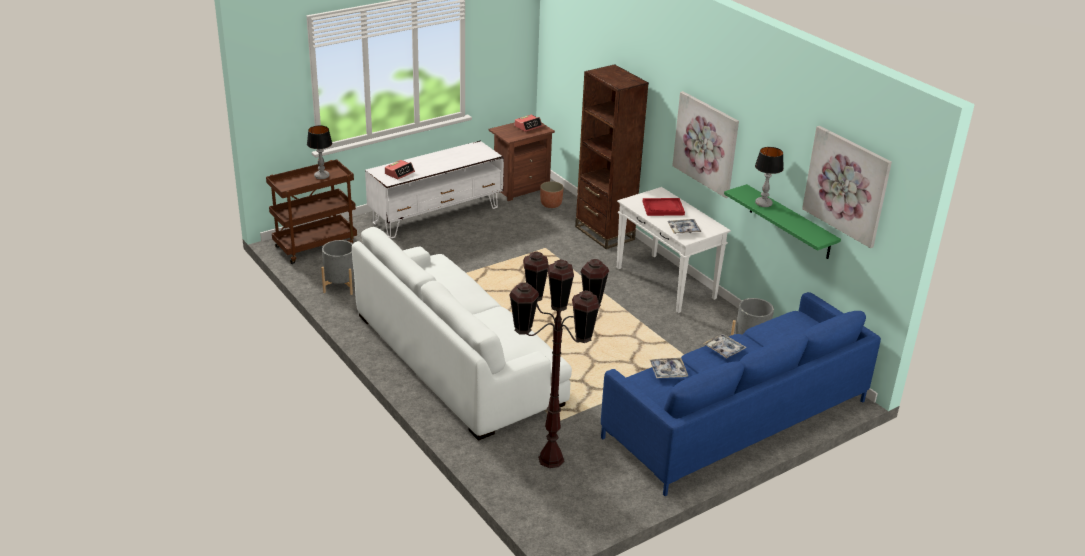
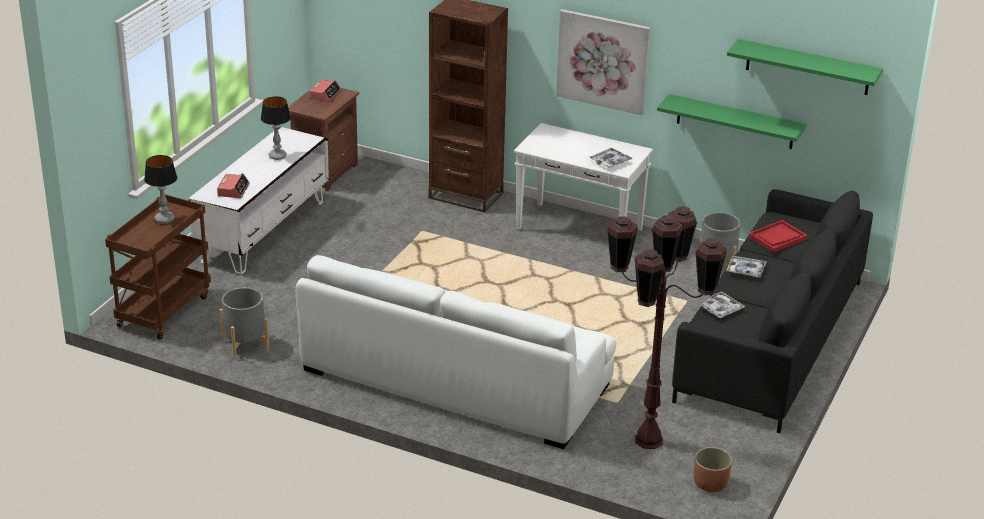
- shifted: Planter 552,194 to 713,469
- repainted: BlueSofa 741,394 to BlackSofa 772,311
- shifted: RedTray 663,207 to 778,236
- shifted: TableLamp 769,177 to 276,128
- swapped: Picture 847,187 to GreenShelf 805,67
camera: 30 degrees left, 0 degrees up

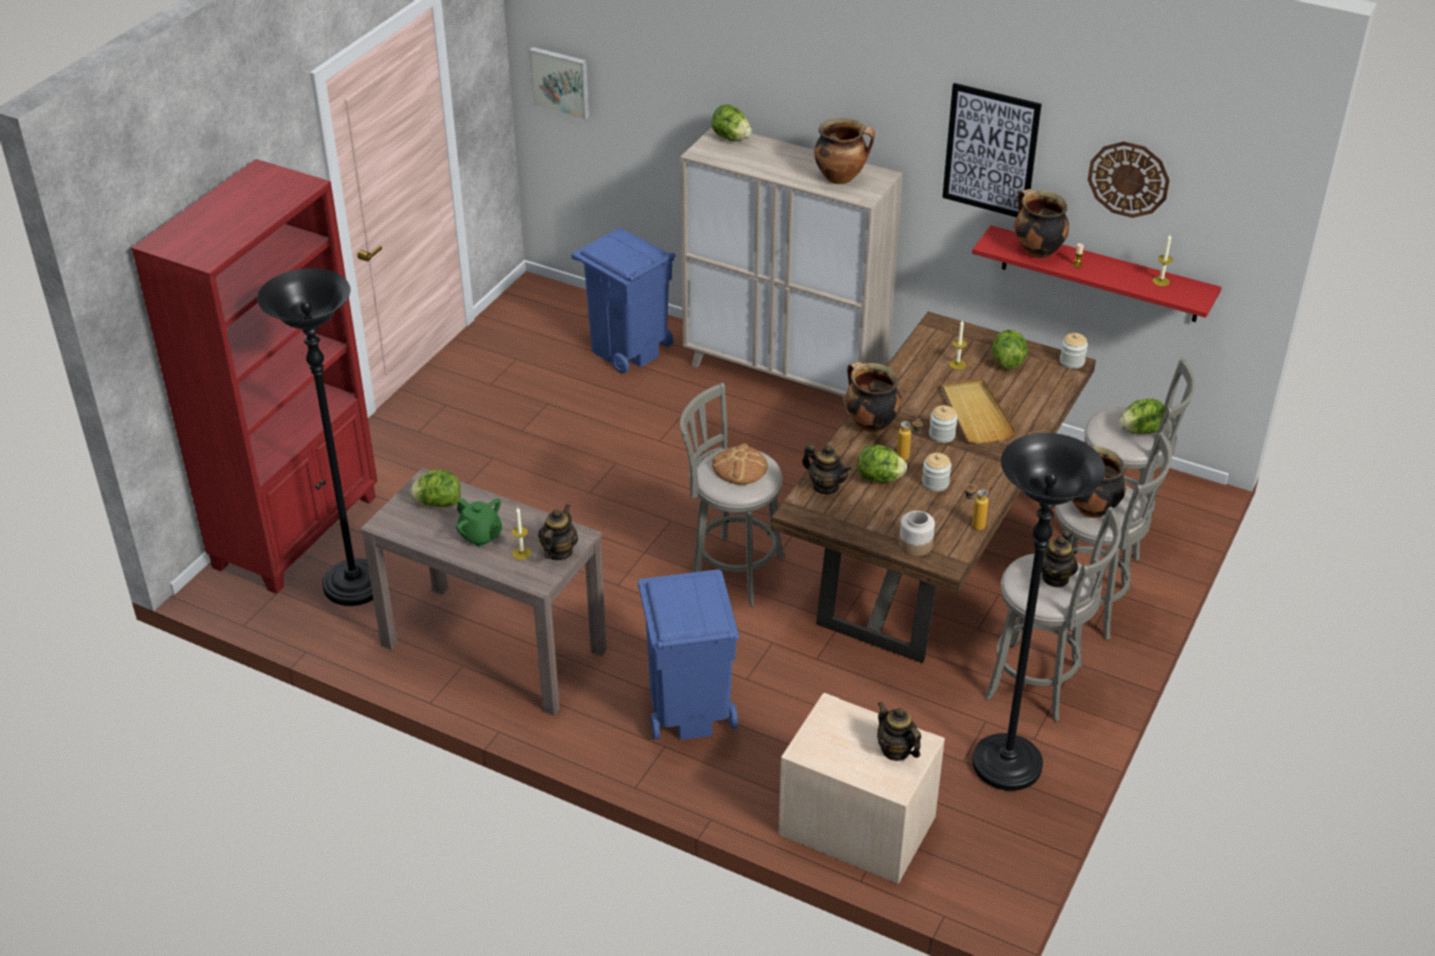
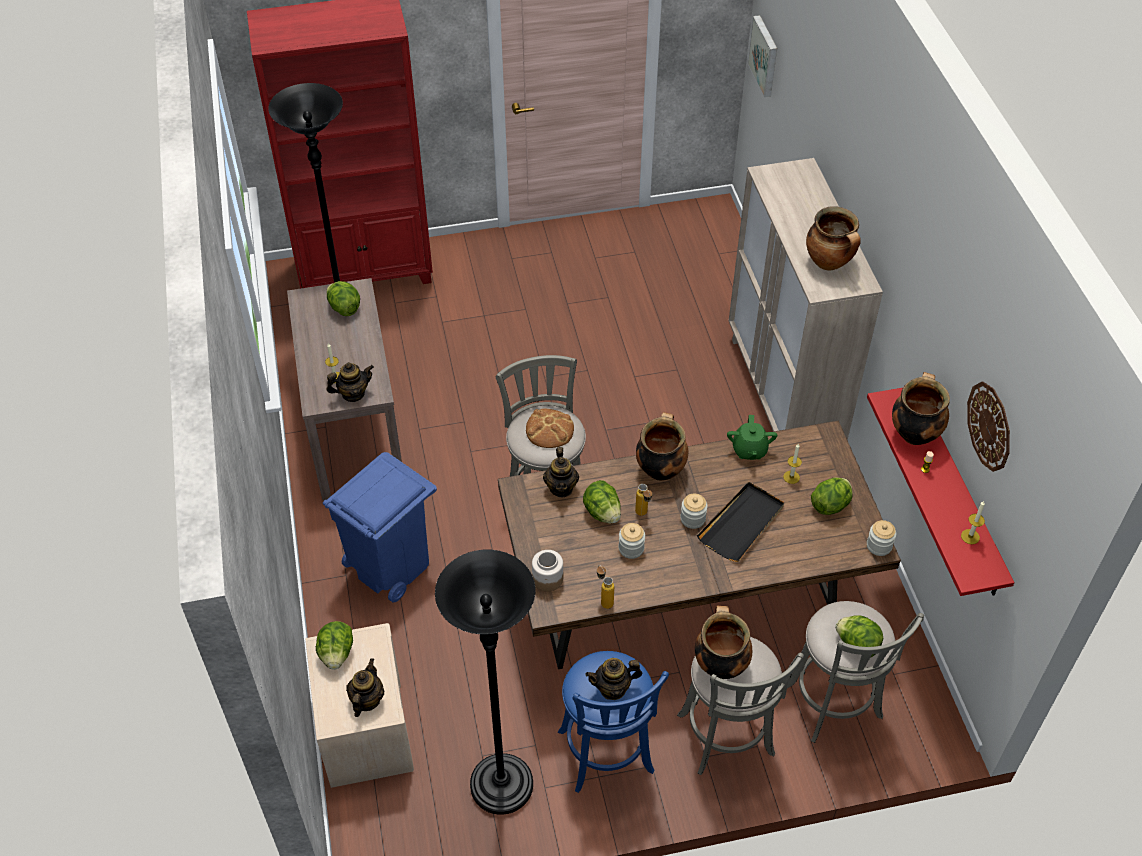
- shifted: GreenTeapot 479,522 to 752,437
- gone: BlueTrashCan 623,301
- shifted: Lettuce 731,123 to 334,645
- repainted: BeigeTray 978,411 to BlackTray 740,522
- gone: Picture 992,150
- repainted: GreyStool 1052,614 to BlueStool 613,722
camera: 50 degrees right, 10 degrees up

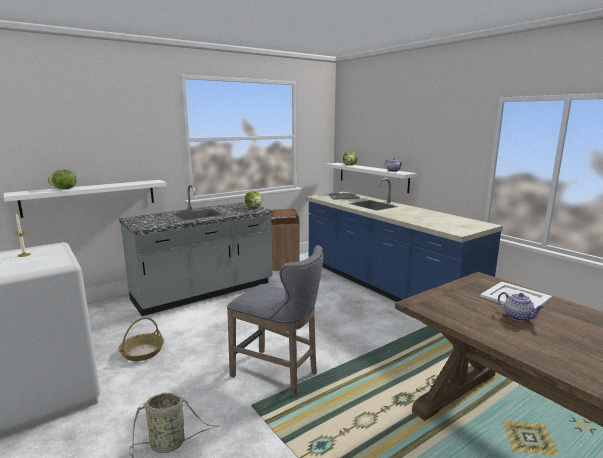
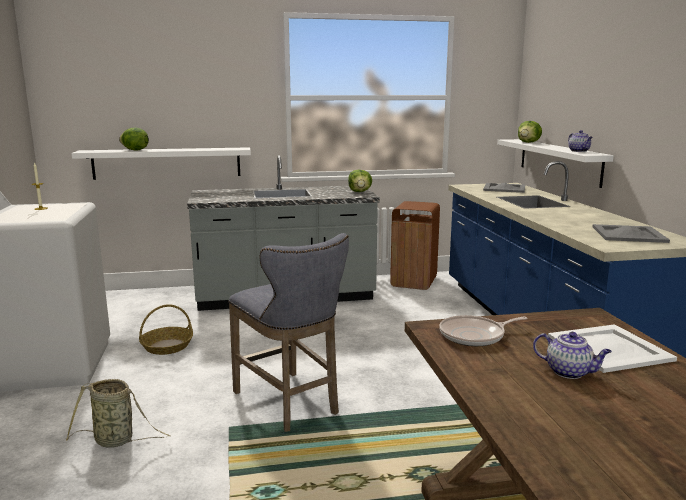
- rotated: Teapot 521,306 = 572,355 45 degrees counterclockwise
- new: FryingPan 483,330
- new: GreyTray 631,233
camera: 25 degrees right, 0 degrees up

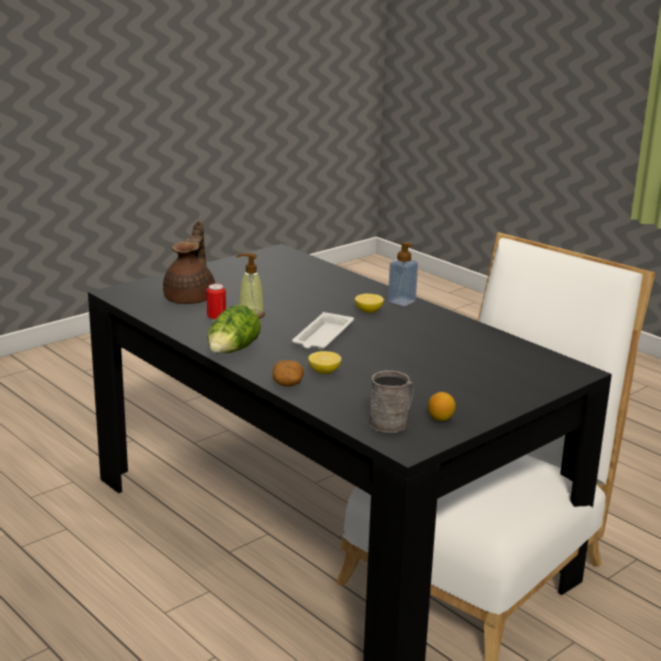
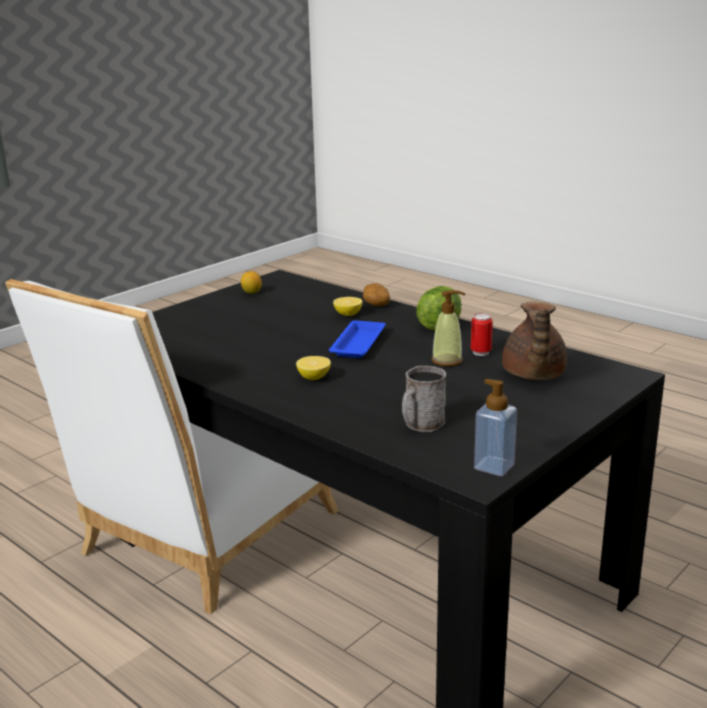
- repainted: WhiteTray 323,331 to BlueTray 357,339
- shifted: GreyMug 392,401 to 424,399
- shifted: SoapDispenser 403,274 to 495,427
camera: 175 degrees right, 0 degrees up

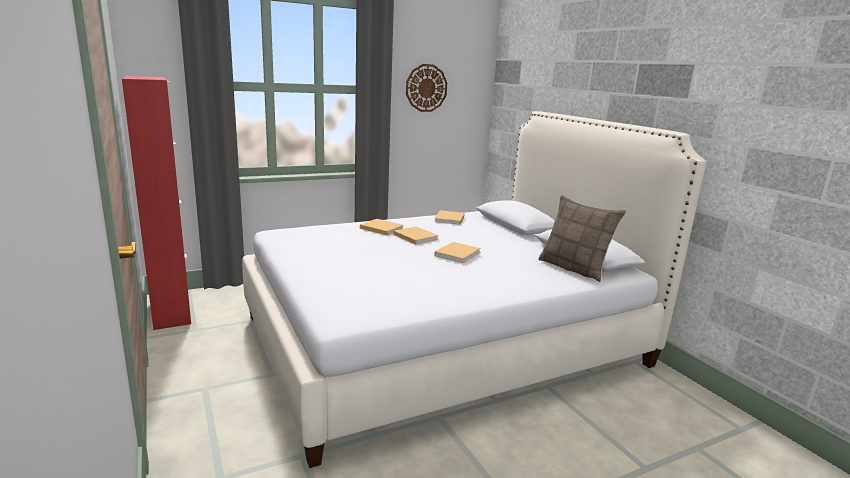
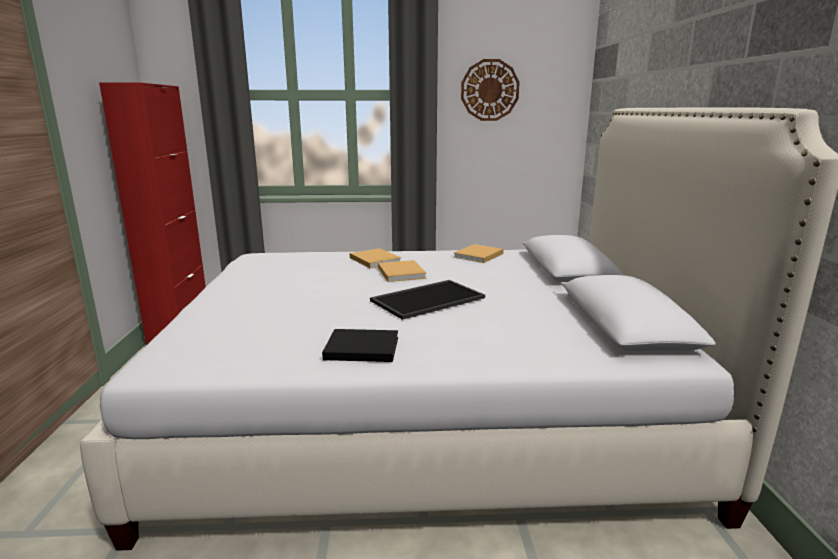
- swapped: BeigeBook 457,252 to Tray 427,300
- gone: Pillow 582,238
- new: BlackBook 360,345
camera: 25 degrees right, 0 degrees up

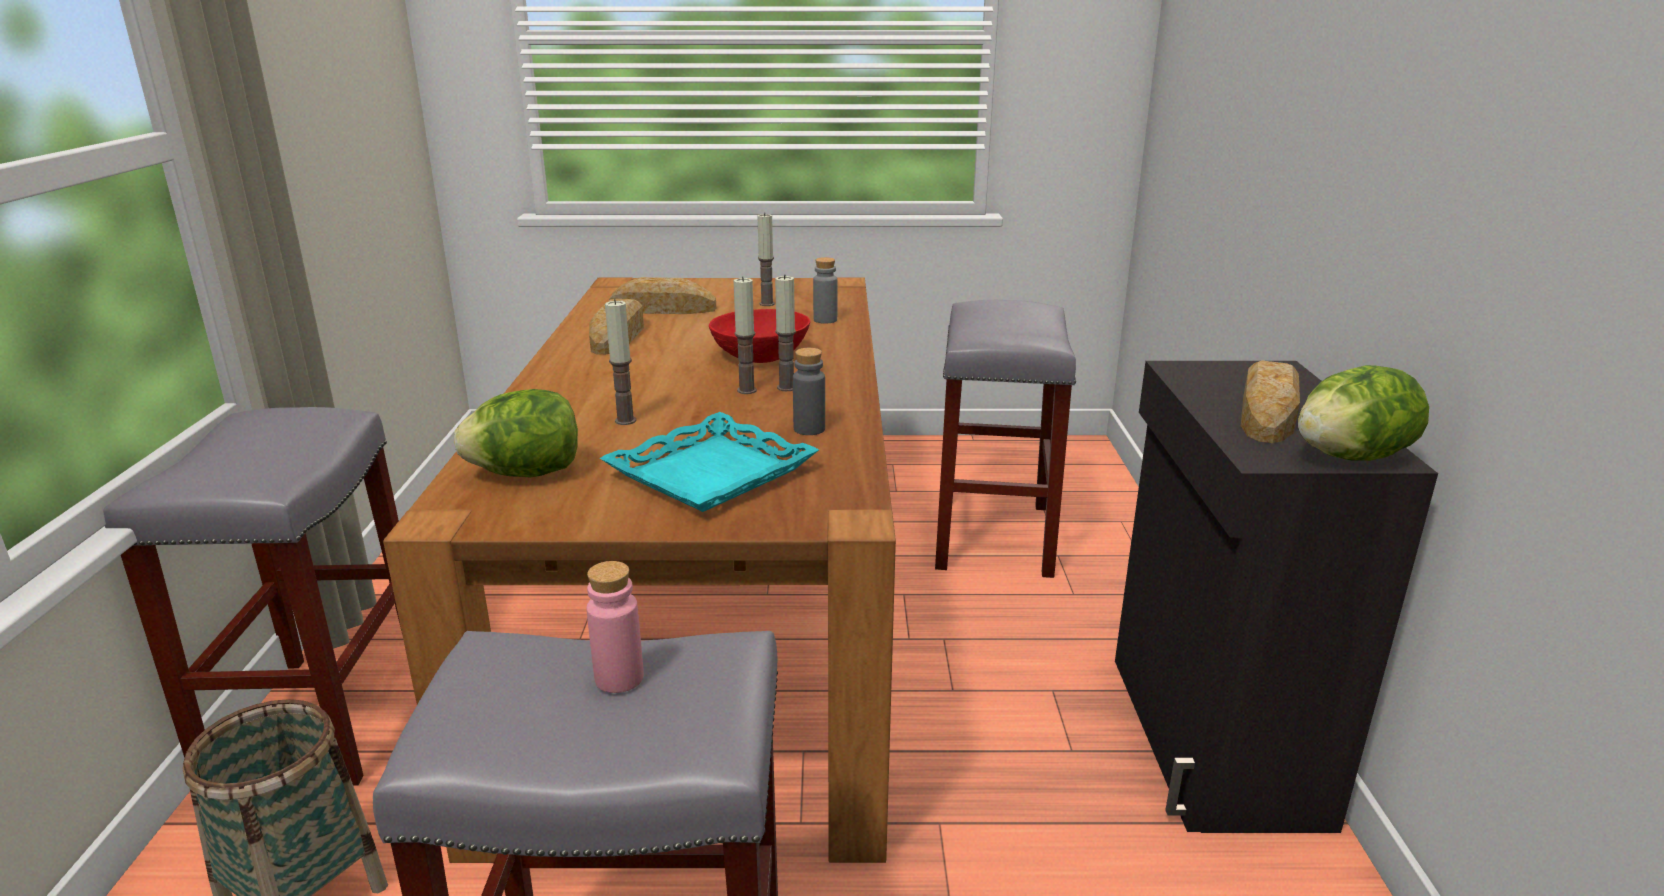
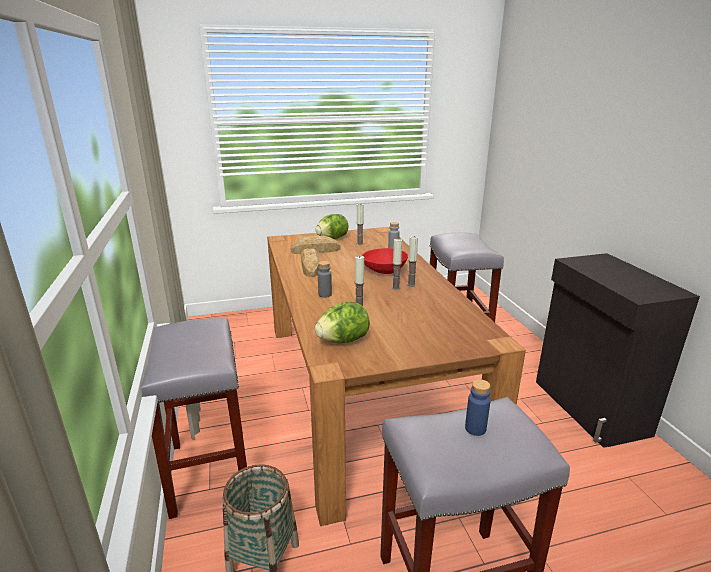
- repainted: PinkBottle 615,627 to BlueBottle 478,407
- gone: TurquoiseTray 709,462
- shifted: GreyBottle 809,391 to 325,279
- gone: Bread 1270,402
- shifted: Lettuce 1363,413 to 332,226
camera: 15 degrees left, 0 degrees up

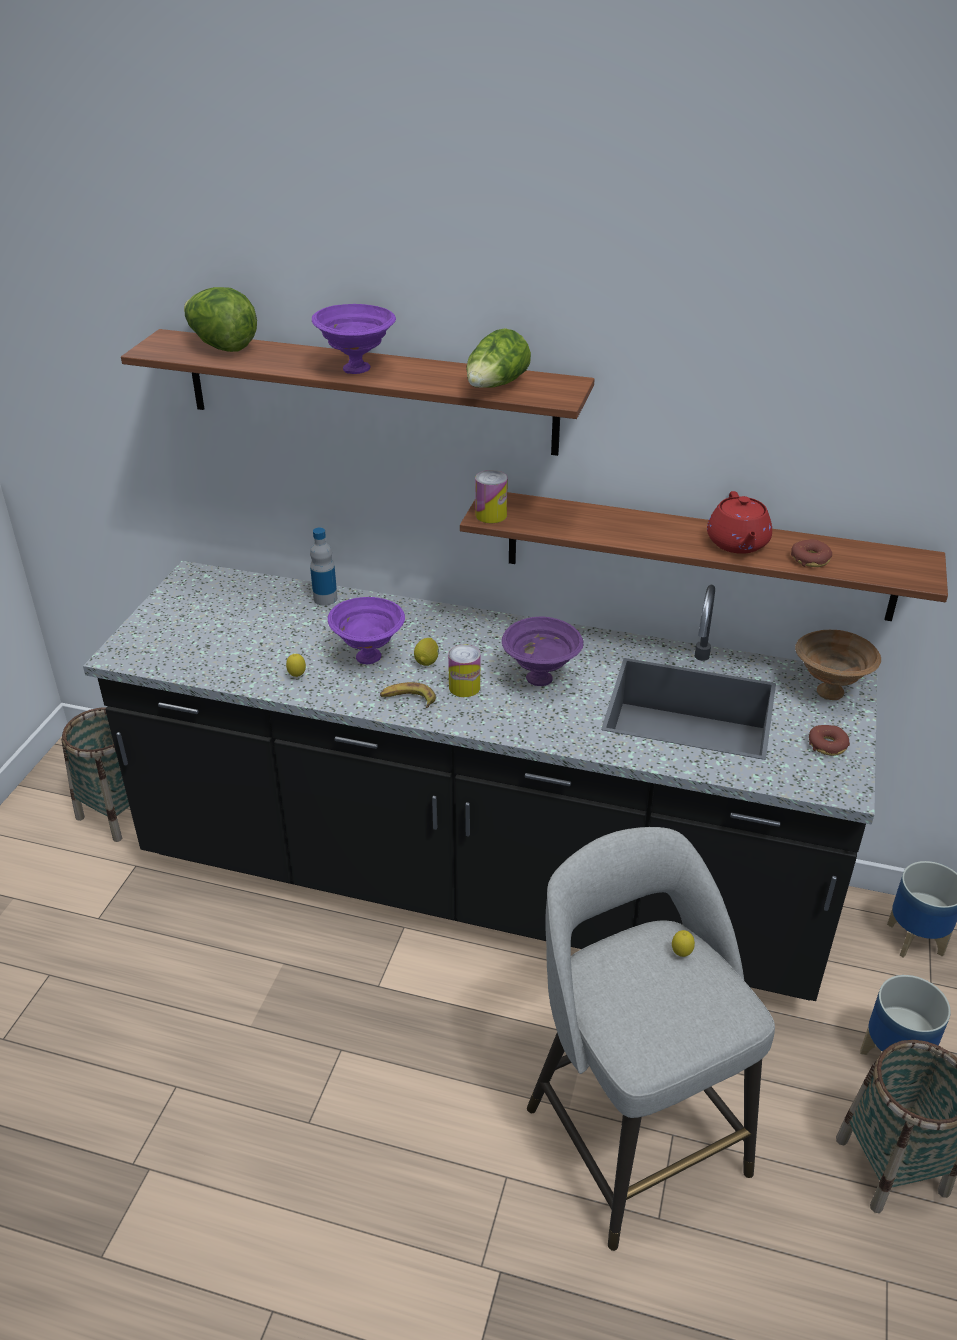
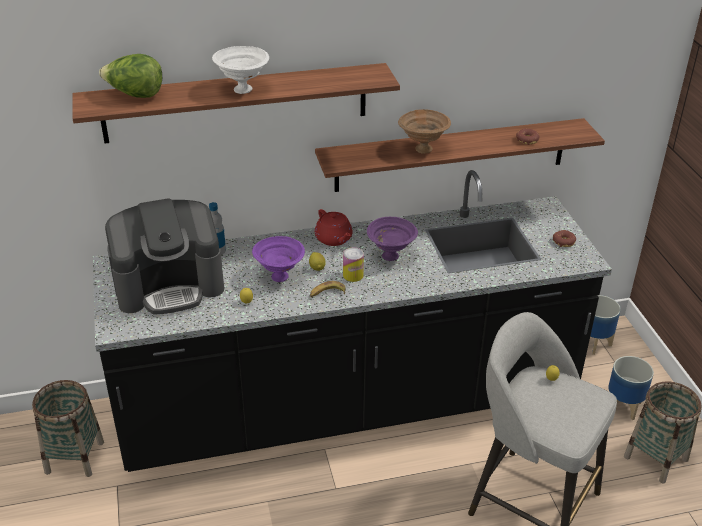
- repainted: PurpleBowl 354,339 to WhiteBowl 240,70
- gone: Lettuce 498,358
- gone: Can 491,496
- shifted: RedTeapot 739,522 to 333,227
- shifted: BrownBowl 838,665 to 424,131
- new: CoffeeMachine 164,256
camera: 30 degrees left, 0 degrees up

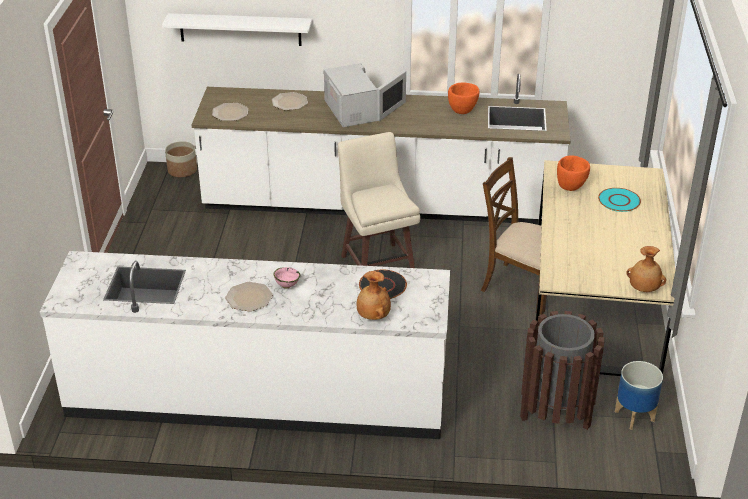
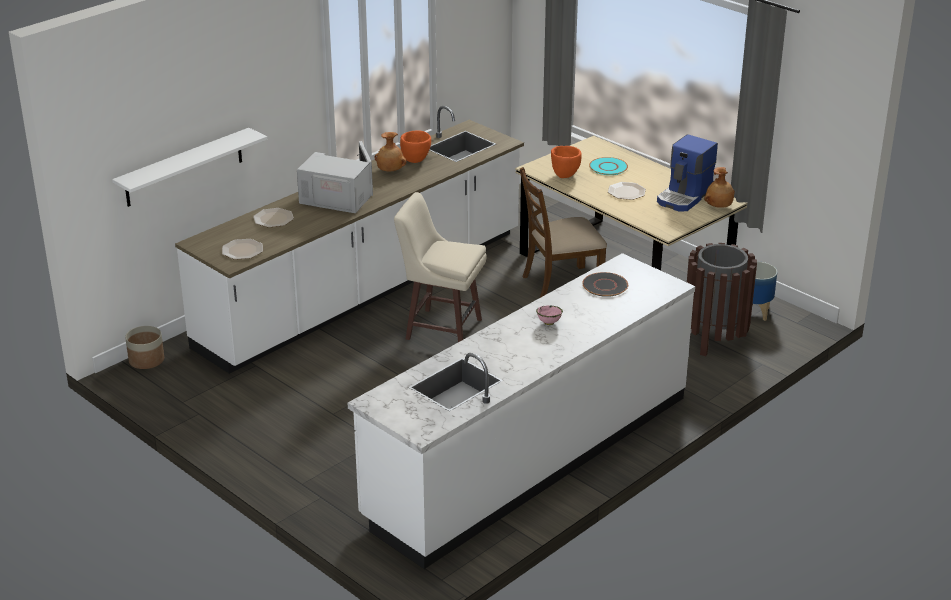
- shifted: Plate 249,296 to 627,191
- shifted: BrownVase 374,295 to 390,152
- new: CoffeeMachine 687,172
camera: 50 degrees left, 5 degrees down

